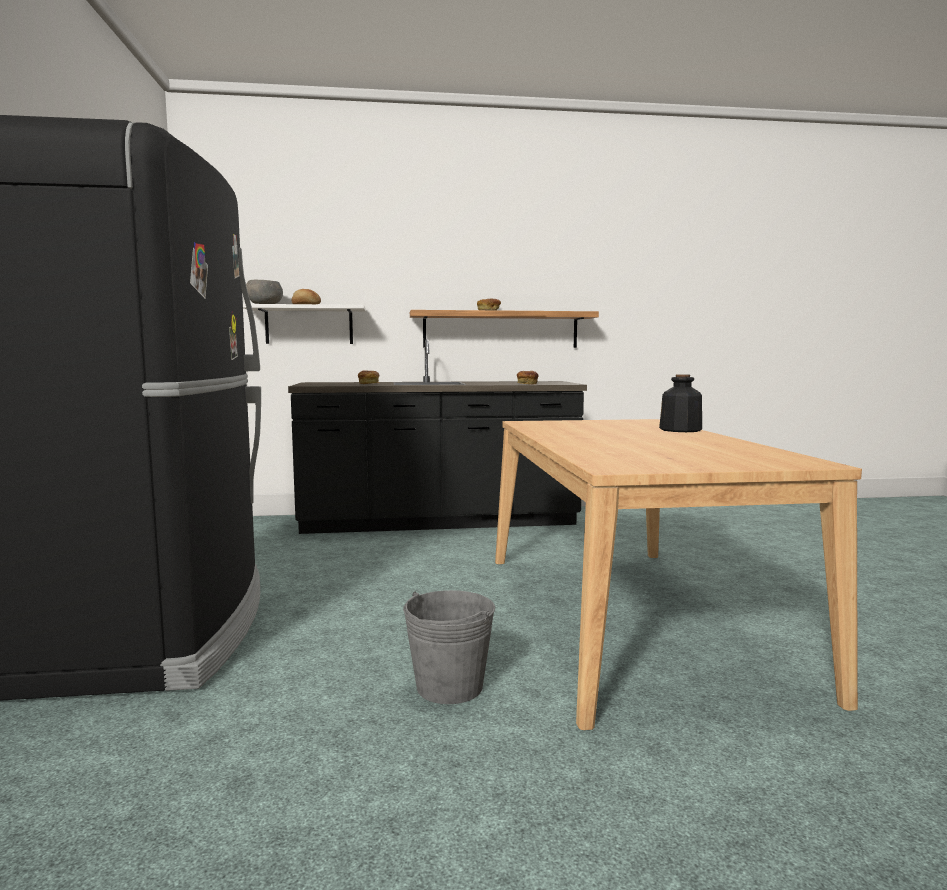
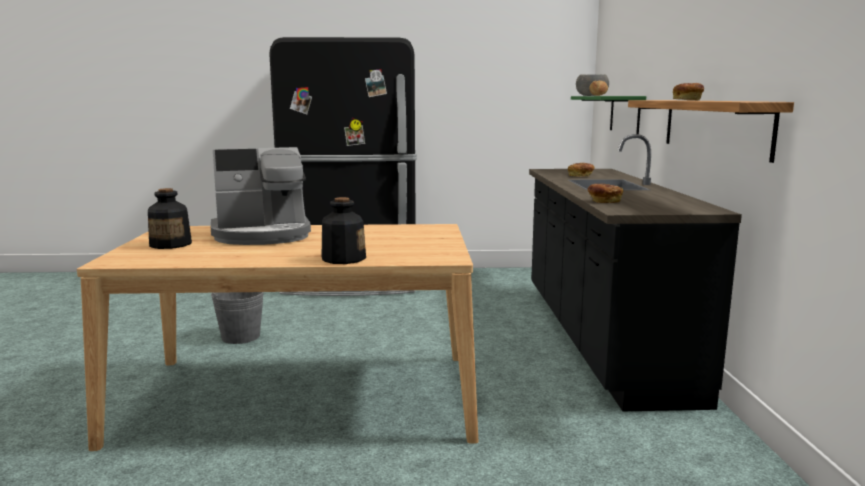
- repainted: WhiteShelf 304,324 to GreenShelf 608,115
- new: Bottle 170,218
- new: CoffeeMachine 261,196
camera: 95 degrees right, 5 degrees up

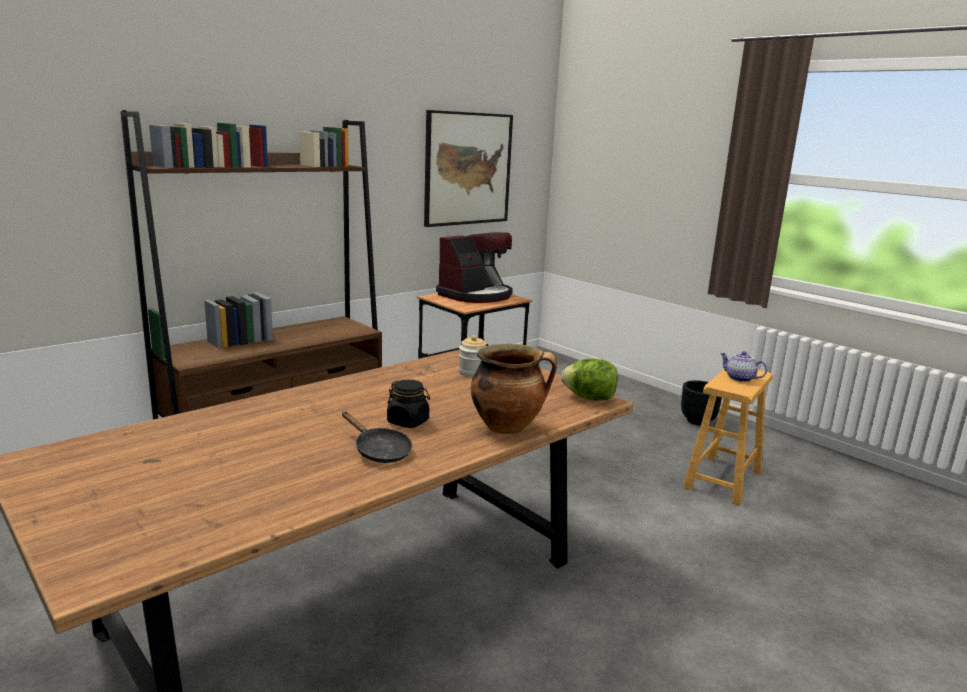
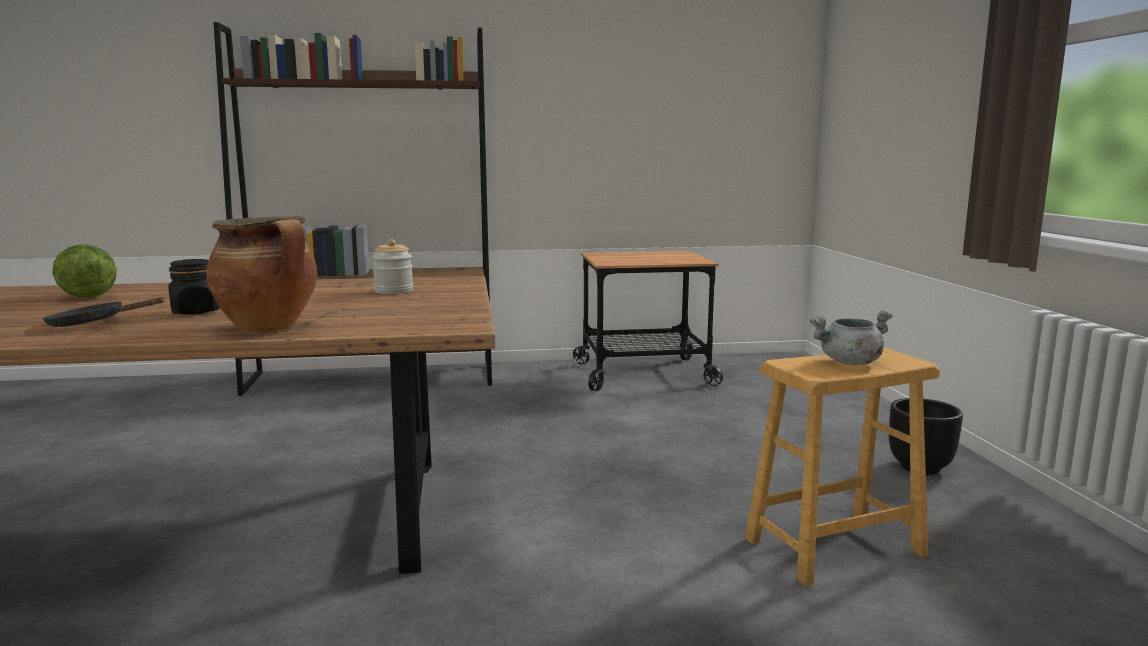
- rotated: BlackFryingPan 377,437 = 103,312 105 degrees clockwise
- gone: Picture 468,168
- gone: CoffeeMachine 474,267
- shifted: Lettuce 589,380 to 84,271
- swapped: Teapot 743,366 to GreyCookingPot 851,337
camera: 35 degrees right, 5 degrees down

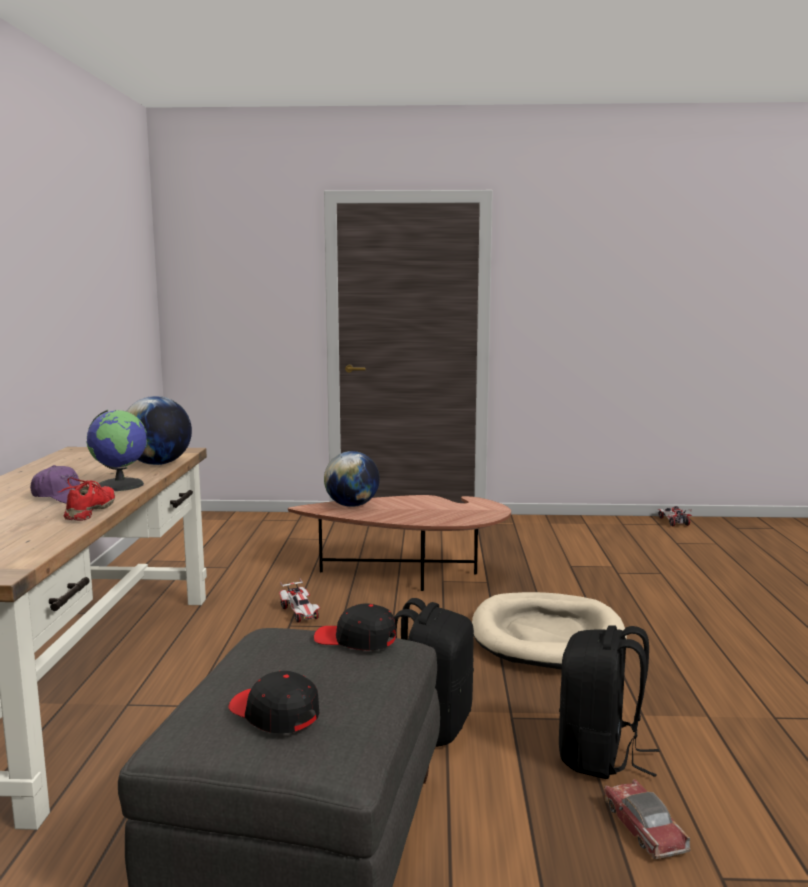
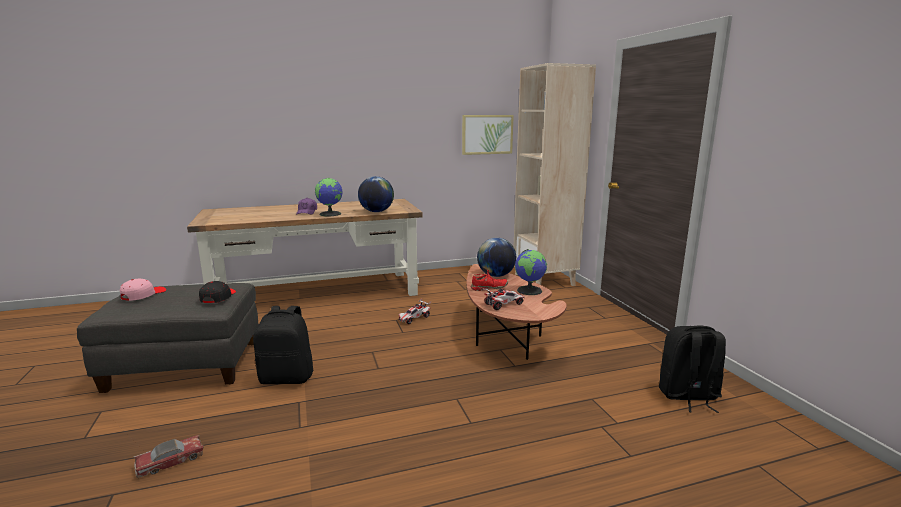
- shifted: RedShoe 87,499 to 489,280
- repainted: BlackCap 274,702 to PinkCap 143,290
- gone: BeigeDogBed 549,631
- shifted: BlackBackpack 609,702 to 692,369
- shifted: ToyCar 675,516 to 503,299
- new: Picture 488,135
- new: BeigeBookcase 555,174
- new: Globe 531,272
camera: 70 degrees right, 5 degrees up

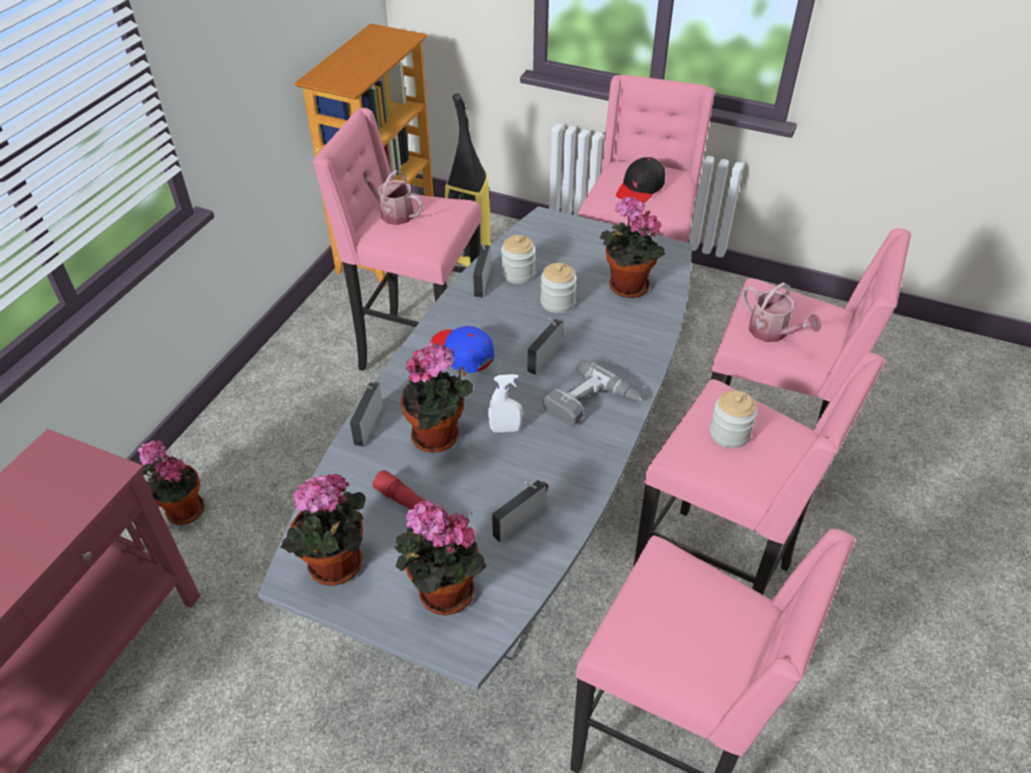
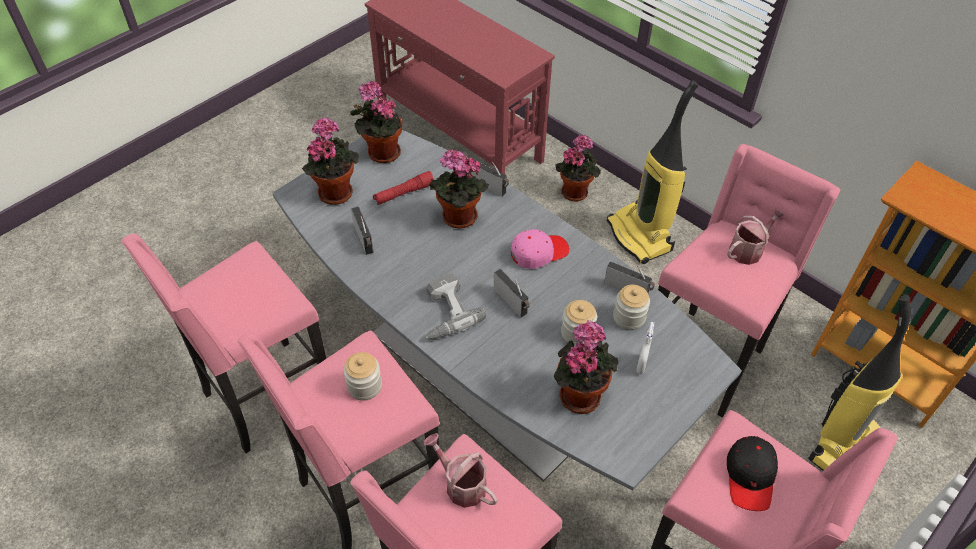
- repainted: BlueCap 462,349 to PinkCap 540,249
- shifted: WhiteSprayBottle 505,403 to 645,348
- rotated: BlackCap 640,180 = 752,473 135 degrees counterclockwise
- rotated: WateringCan 781,312 = 460,470 60 degrees clockwise
- new: VacuumCleaner 652,172
camera: 110 degrees right, 5 degrees up

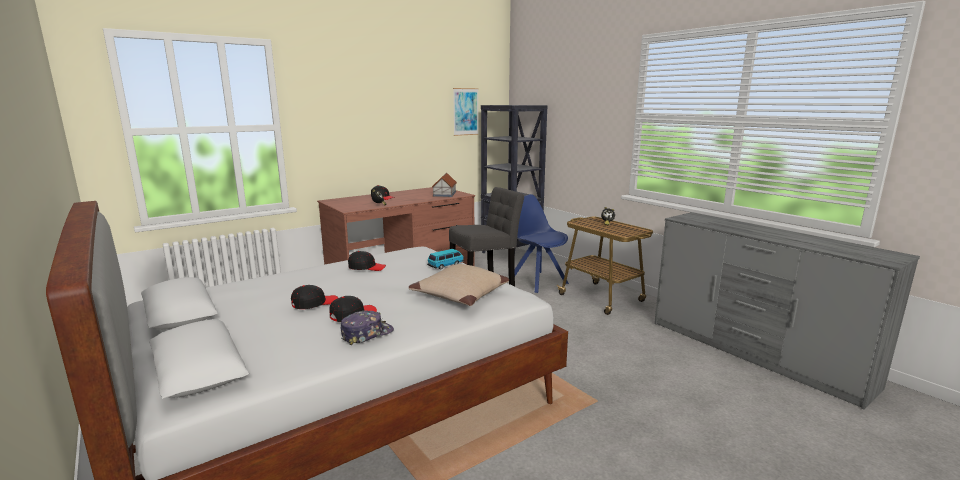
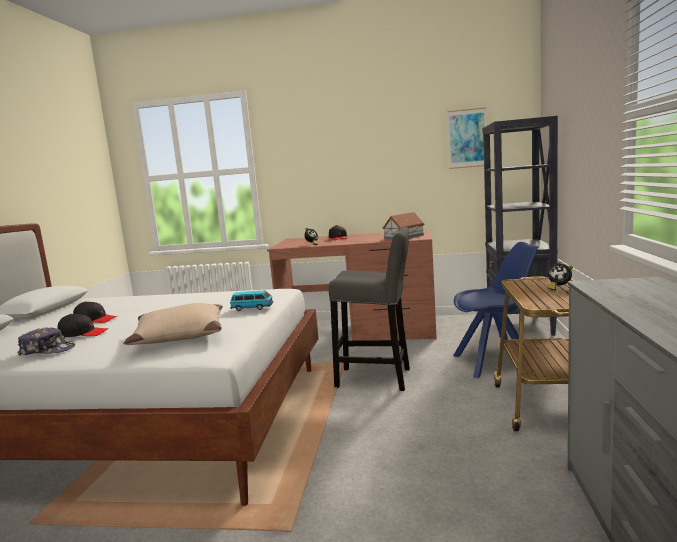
- gone: BlackCap 367,261
- rotated: BlueChair 542,243 = 496,310 75 degrees clockwise
camera: 45 degrees right, 5 degrees down

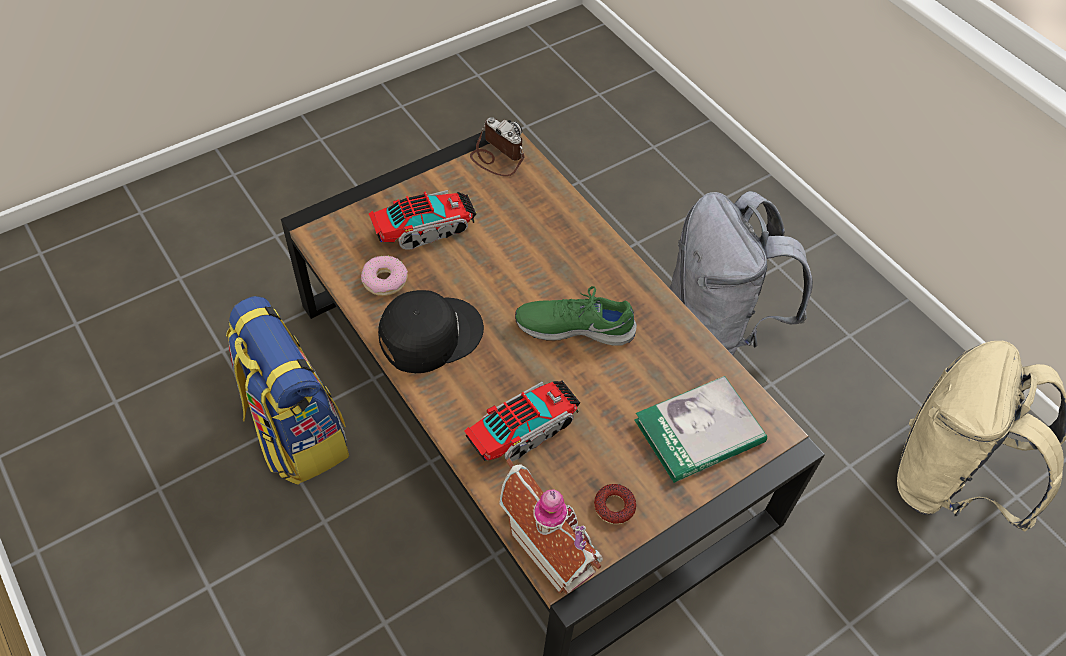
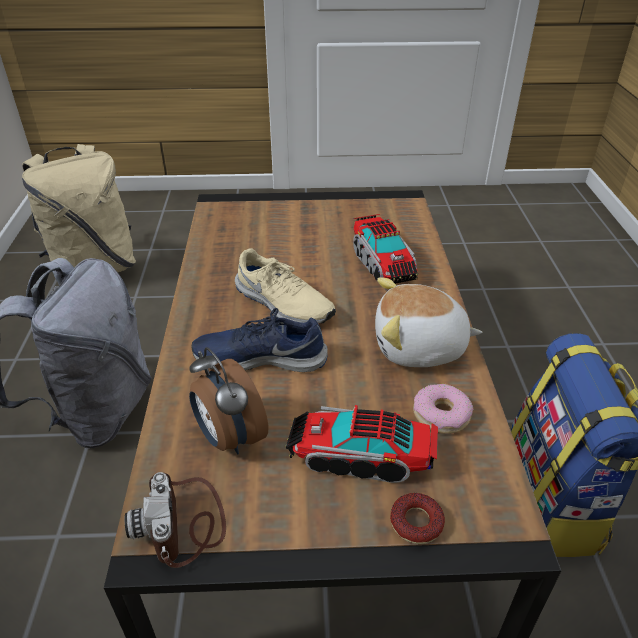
- swapped: BlackCap 431,331 to PlushToy 428,322
- rotated: ToyTruck 522,420 = 385,249 105 degrees counterclockwise
- gone: ToyHouse 550,526
- repainted: GreenShoe 576,316 to BeigeShoe 285,286
- shifted: Donut 615,504 to 417,518
- gone: Book 700,429
- new: AlarmClock 228,401
- new: BlueShoe 259,340
camera: 145 degrees left, 15 degrees down

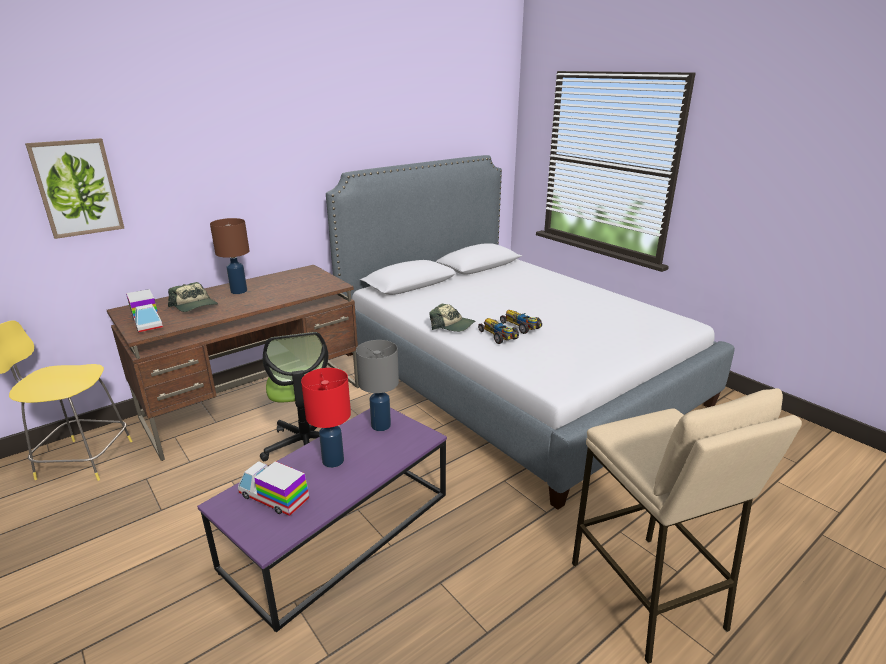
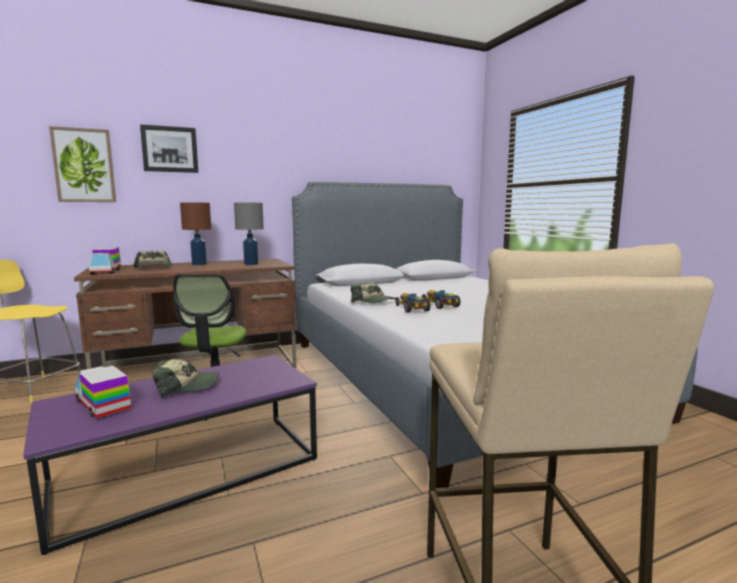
- swapped: RedTableLamp 326,418 to Cap 185,378
- shifted: GreyTableLamp 377,385 to 249,234
- new: Picture 169,148
camera: 15 degrees right, 15 degrees down

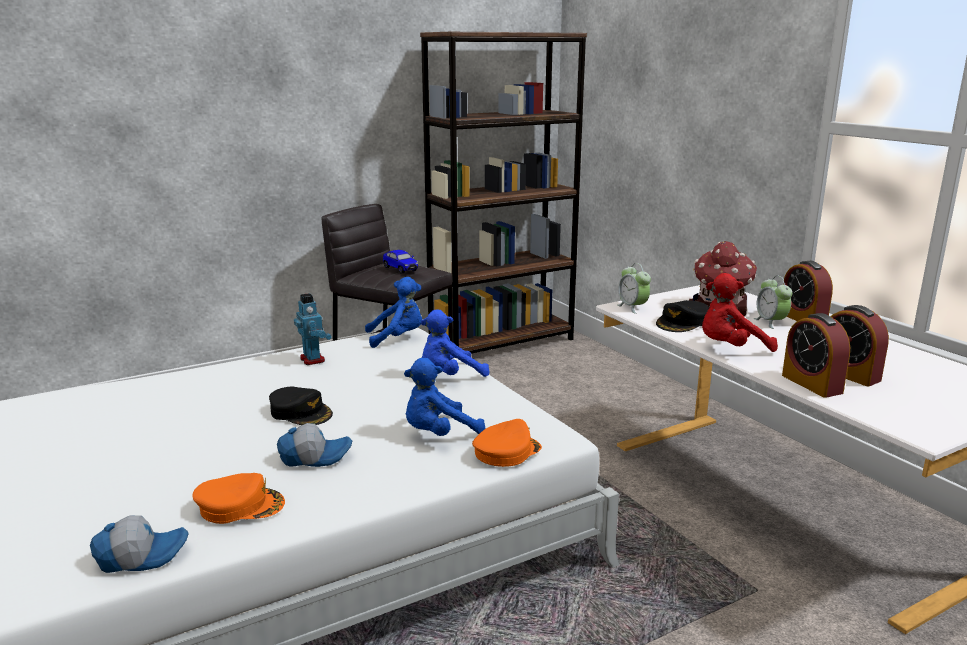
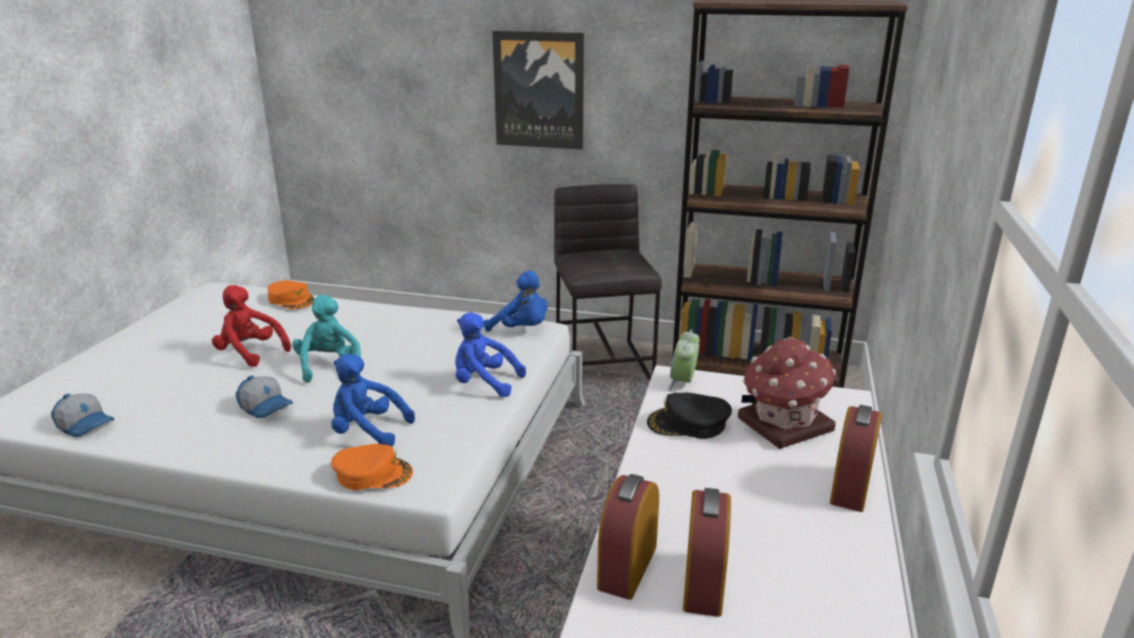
- shifted: OrangeCap 238,498 to 291,294
- swapped: BlackCap 301,406 to TurquoisePlushToy 326,339
- gone: ToyRobot 313,329
- gone: ToyCar 400,262
- shifted: RedPlushToy 740,312 to 251,326
- gone: AlarmClock 773,302
- new: Picture 538,90
camera: 45 degrees right, 5 degrees up

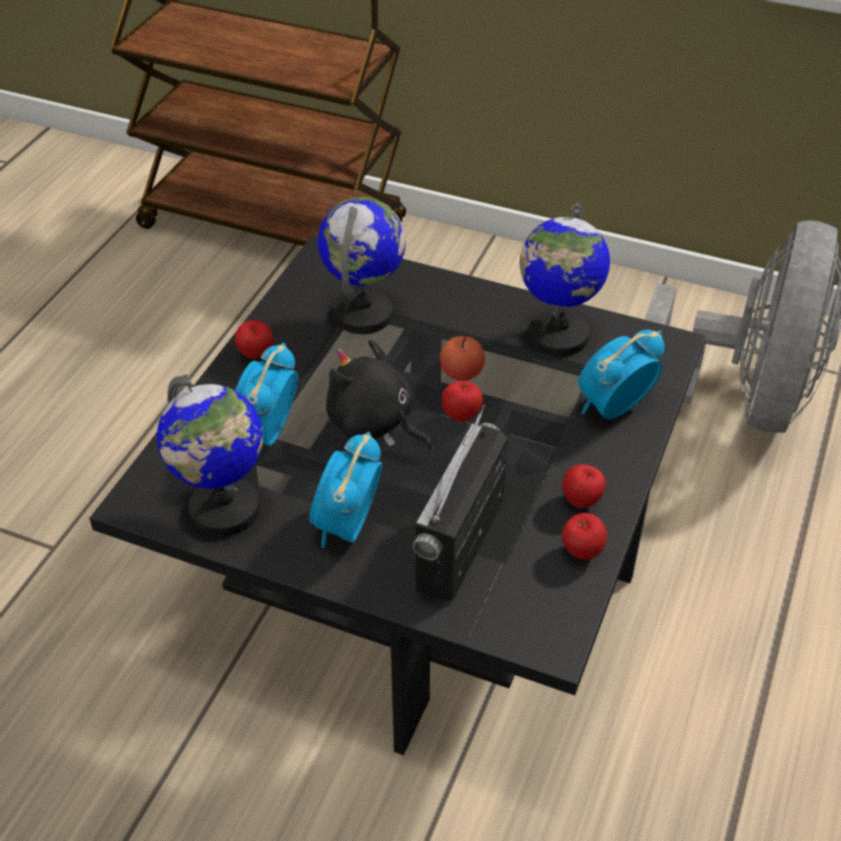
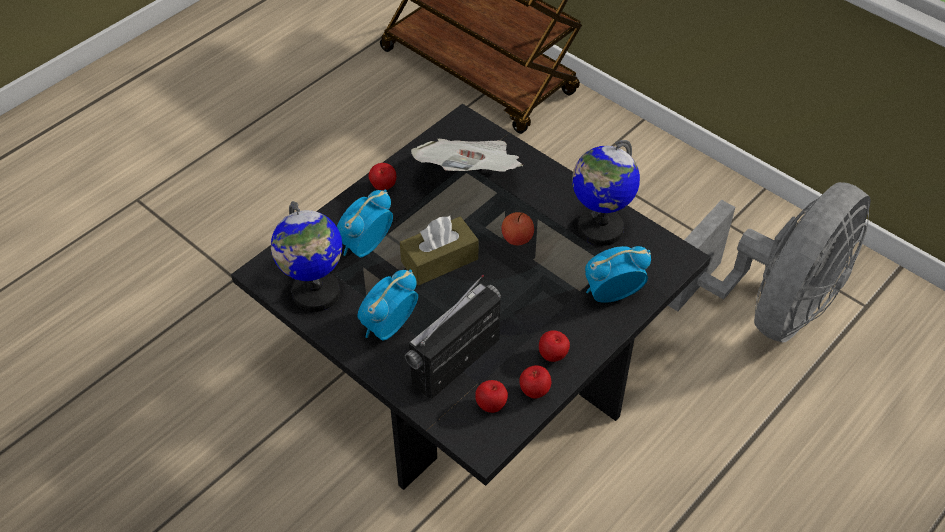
- swapped: Globe 362,265 to Newspaper 467,155
- swapped: BlackPlushToy 379,395 to BrownTissueBox 439,250
- shifted: Apple 462,401 to 491,396
camera: 20 degrees right, 5 degrees up

